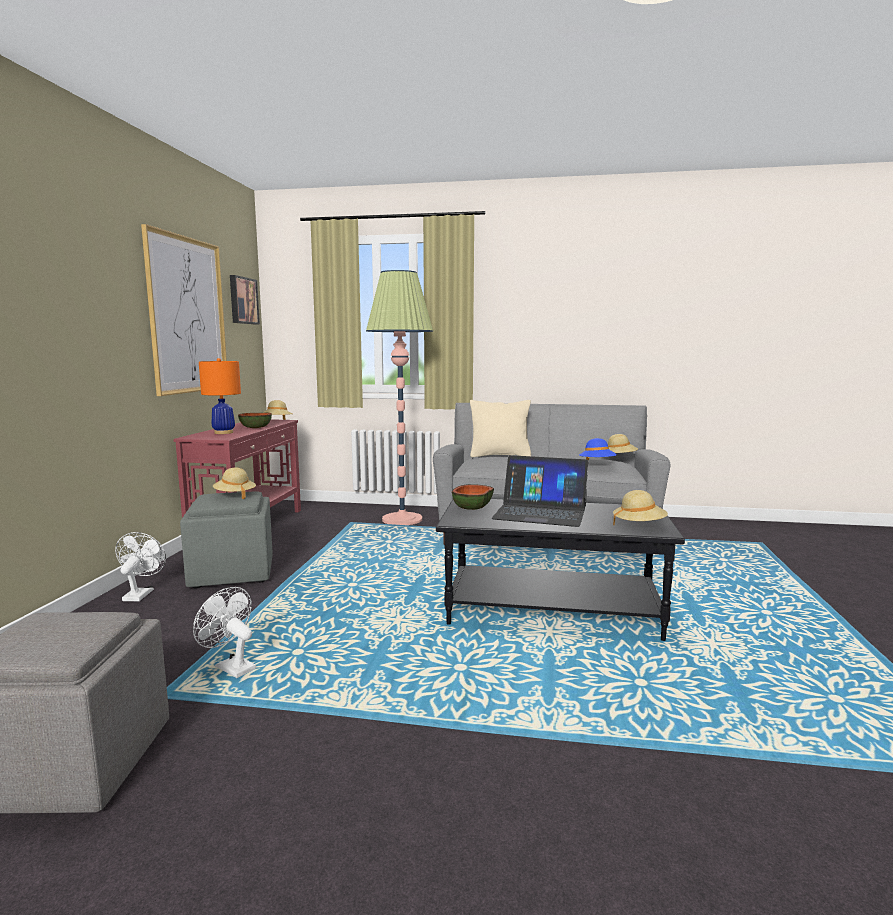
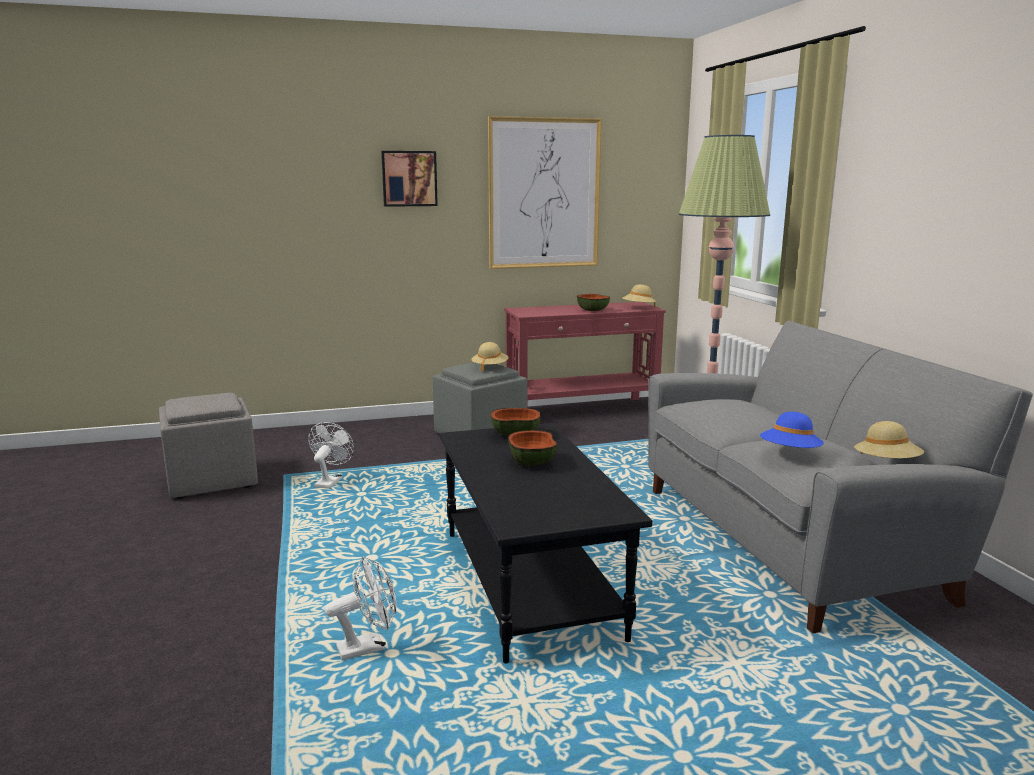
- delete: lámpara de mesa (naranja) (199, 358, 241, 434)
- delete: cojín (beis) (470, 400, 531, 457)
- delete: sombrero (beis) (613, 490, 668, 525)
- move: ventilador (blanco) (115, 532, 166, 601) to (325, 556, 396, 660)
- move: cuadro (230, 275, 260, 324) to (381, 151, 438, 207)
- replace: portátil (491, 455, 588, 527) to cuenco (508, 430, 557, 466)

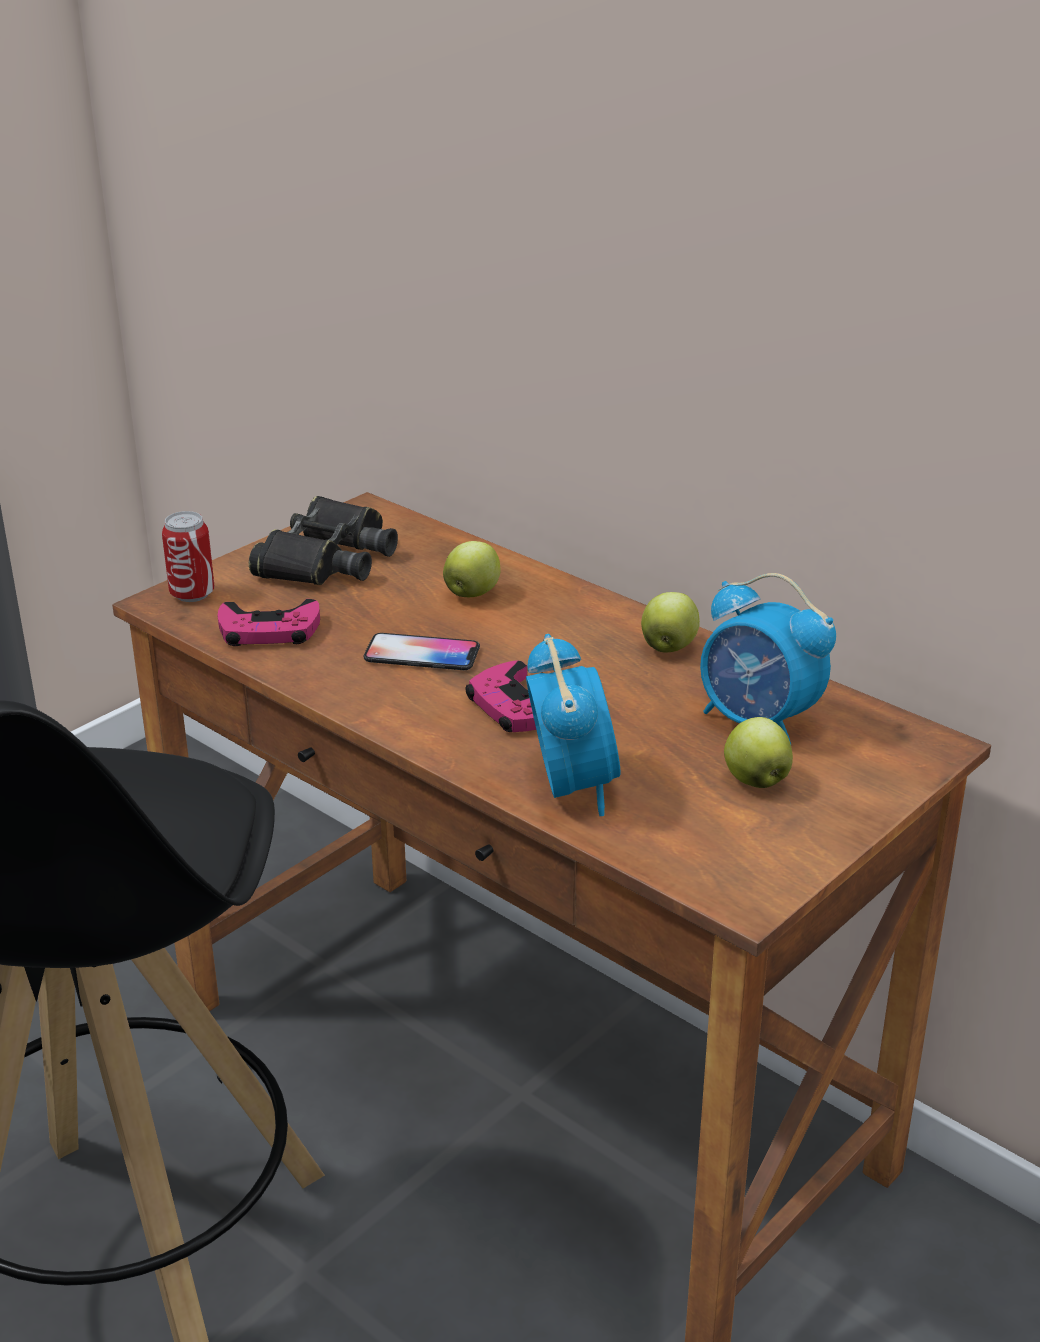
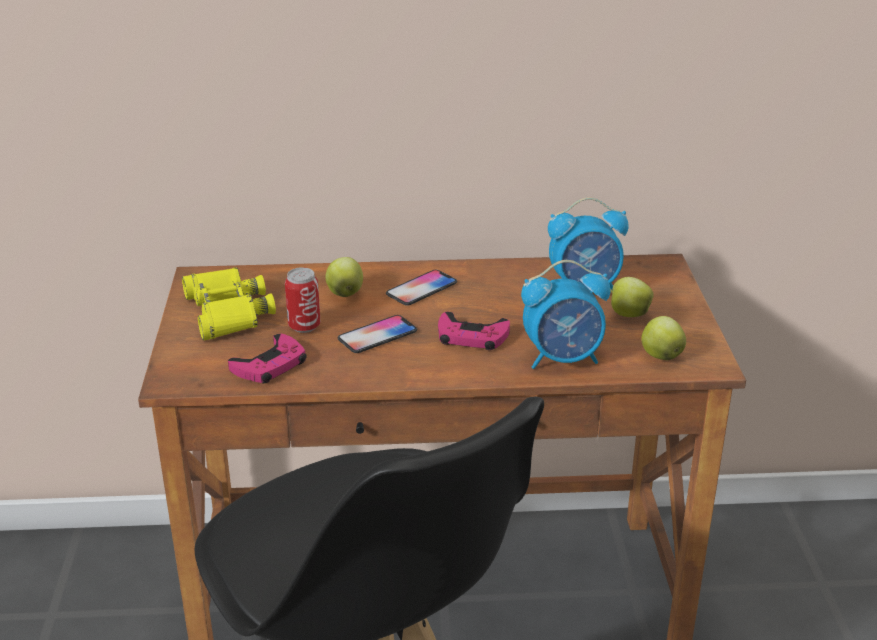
- insert: móvil (386, 270, 457, 306)
- move: lata (162, 511, 215, 602) to (285, 267, 320, 333)
- move: manzana (641, 592, 700, 652) to (641, 316, 686, 360)
- recolor: prismáticos (negro) (249, 496, 398, 585) to prismáticos (amarillo) (182, 267, 276, 341)
- rotate: despertador (526, 634, 621, 816) = (521, 260, 611, 369) 135 degrees clockwise

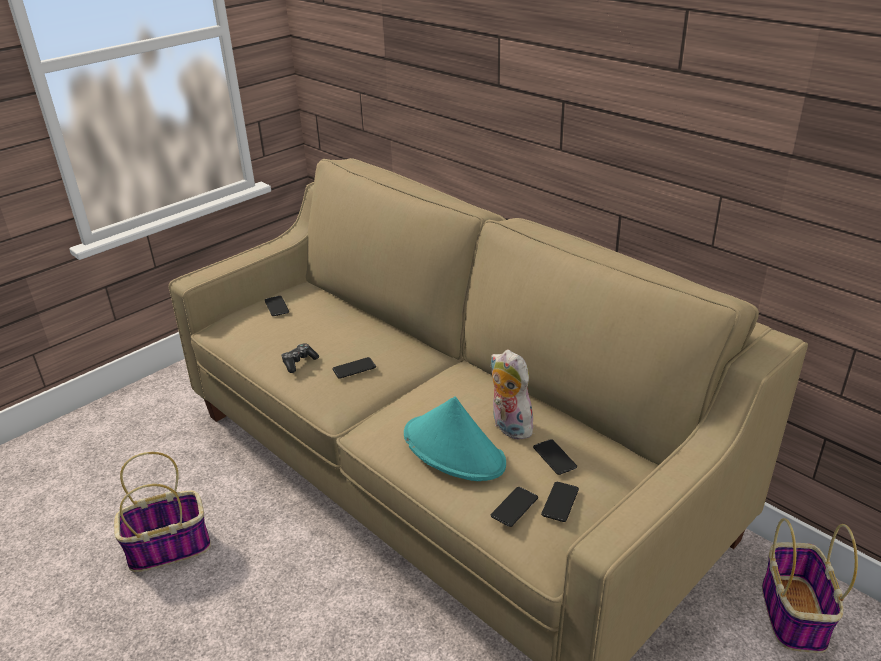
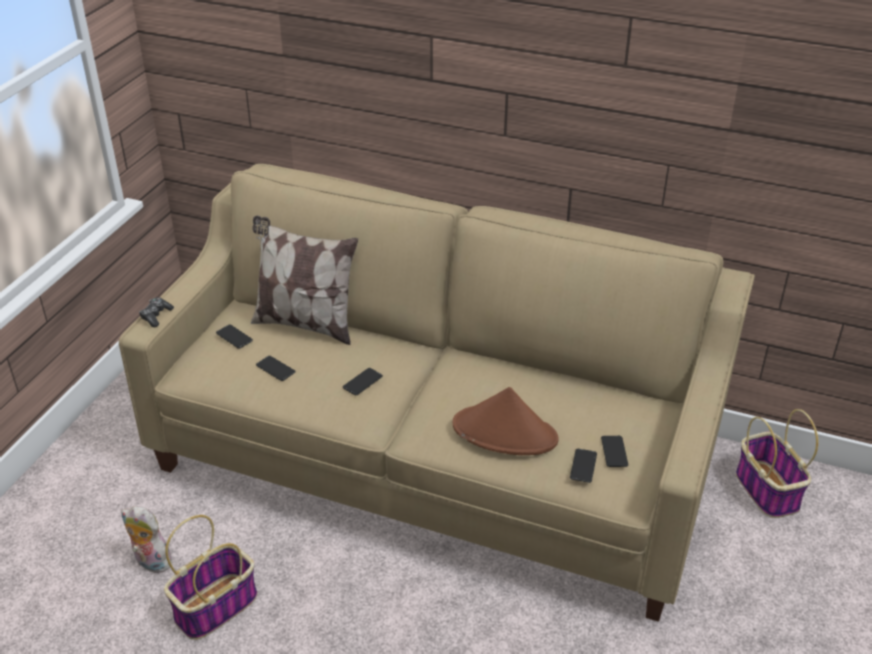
- insert: cojín (251, 215, 358, 345)
- move: mando de consola (281, 343, 319, 373) to (139, 297, 174, 327)
- move: peluche (491, 350, 538, 440) to (121, 506, 172, 573)
- move: móvil (533, 439, 577, 475) to (256, 356, 295, 381)
- recolor: sombrero (turquesa) (404, 396, 506, 481) to sombrero (marrón) (453, 387, 559, 455)

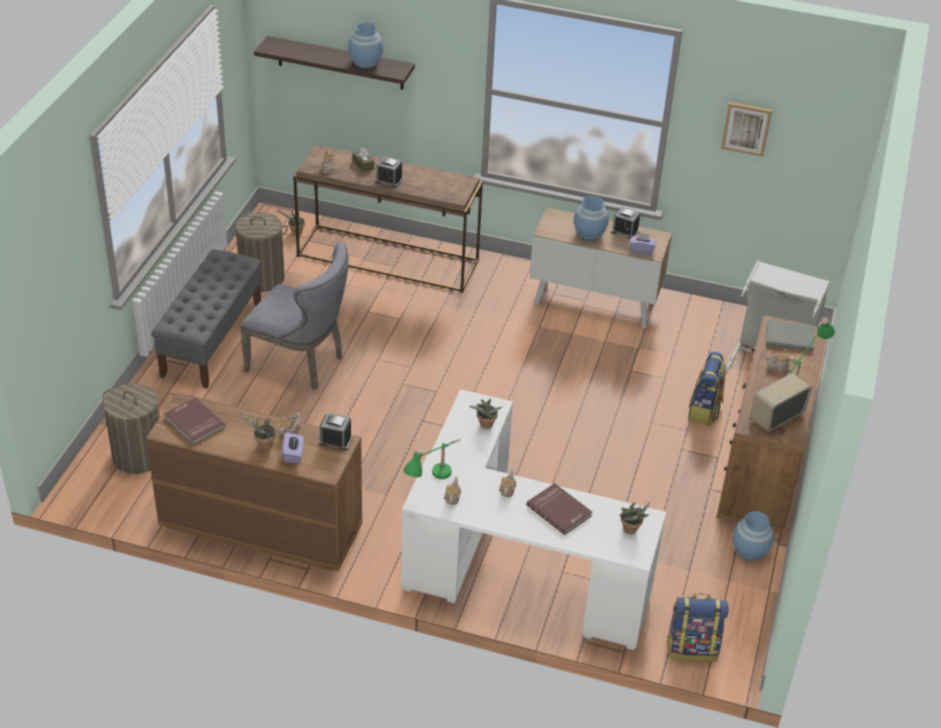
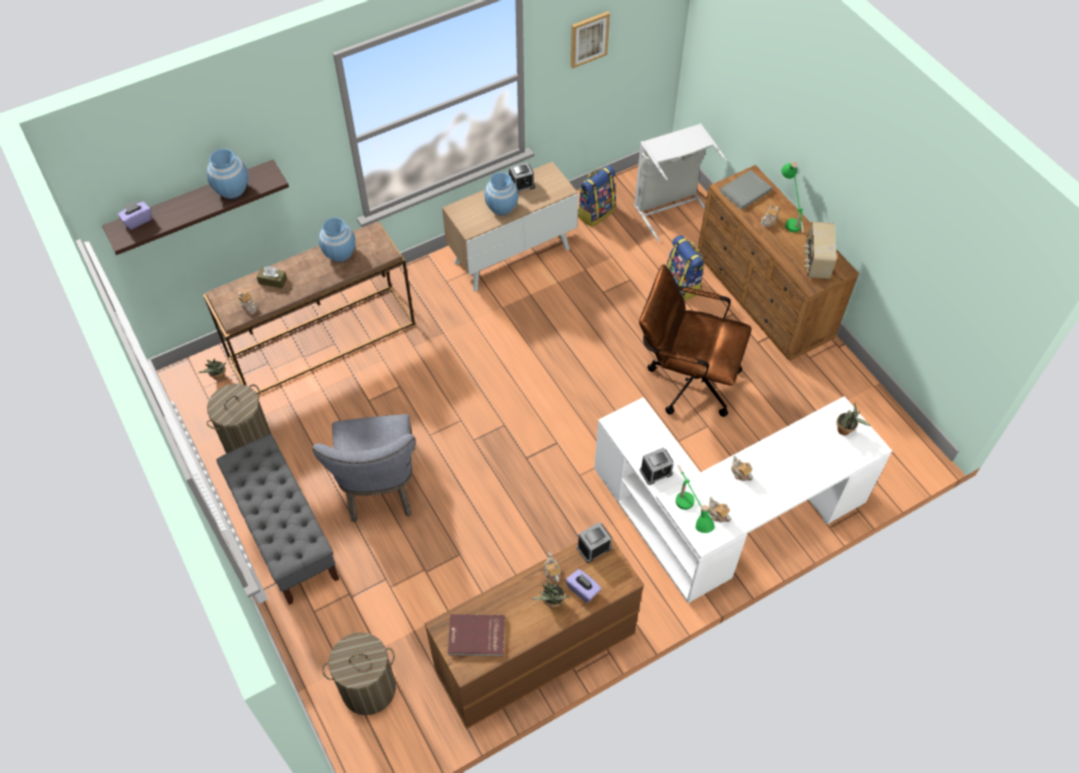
- delete: planta en maceta (469, 399, 502, 429)
- delete: libro (rojo) (526, 483, 592, 535)
- insert: silla de oficina (marrón) (639, 264, 752, 417)
- move: despertador (375, 156, 403, 188) to (640, 447, 674, 485)
- move: caja de pañuelos (morado) (629, 233, 656, 256) to (118, 201, 152, 230)
- move: mochila (667, 593, 729, 662) to (578, 165, 616, 227)
- move: florero (azul) (733, 511, 774, 561) to (319, 217, 355, 262)
- rotate: silla (gris) (240, 241, 349, 390) = (312, 414, 416, 523) 105 degrees clockwise

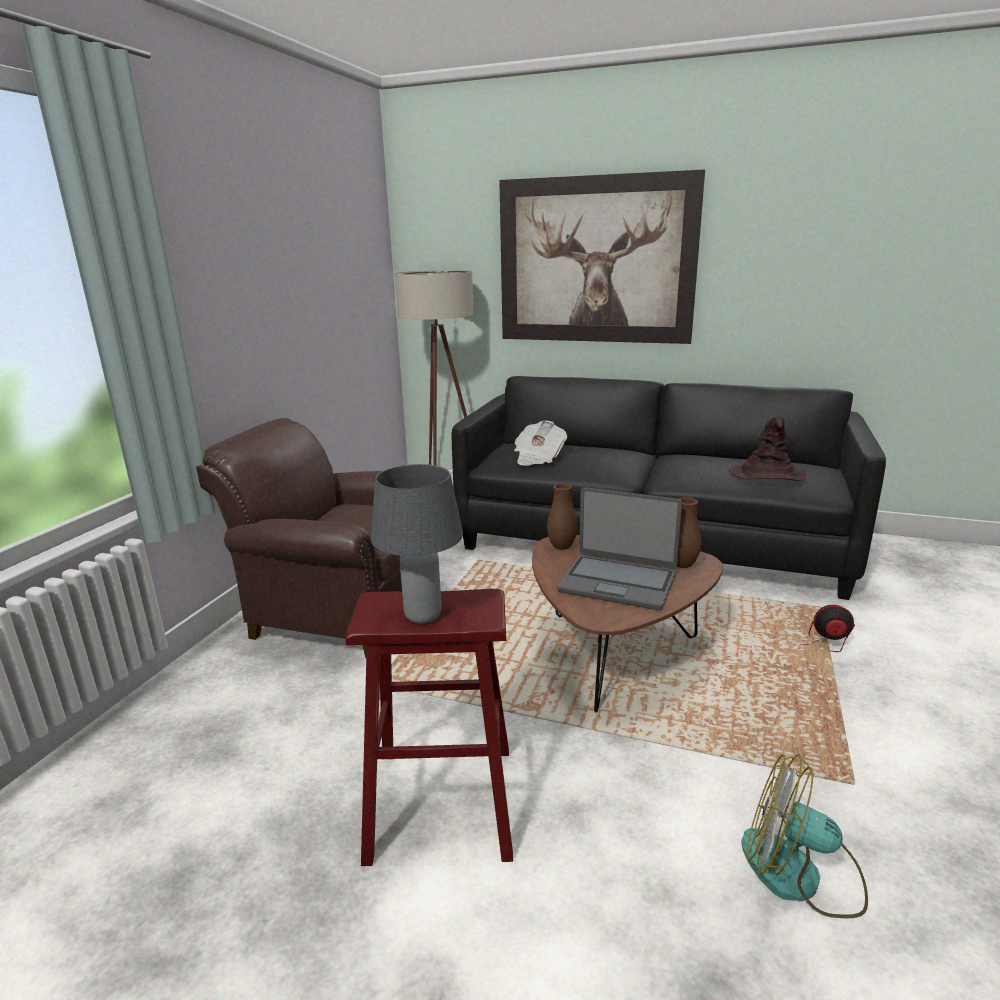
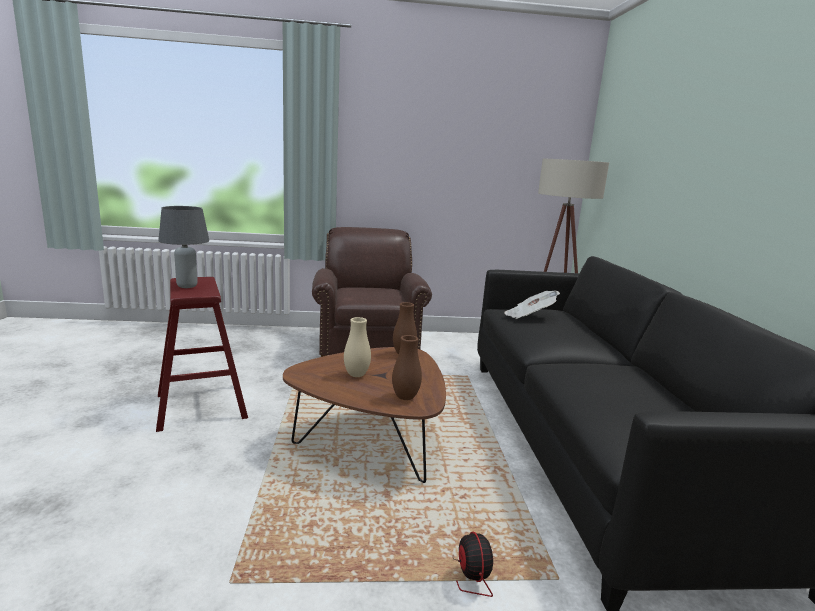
- delete: cuadro (499, 169, 705, 344)
- delete: sombrero (marrón) (729, 416, 807, 481)
- delete: ventilador (742, 754, 868, 918)
- replace: portátil (557, 487, 682, 610) to florero (beis) (344, 317, 371, 377)

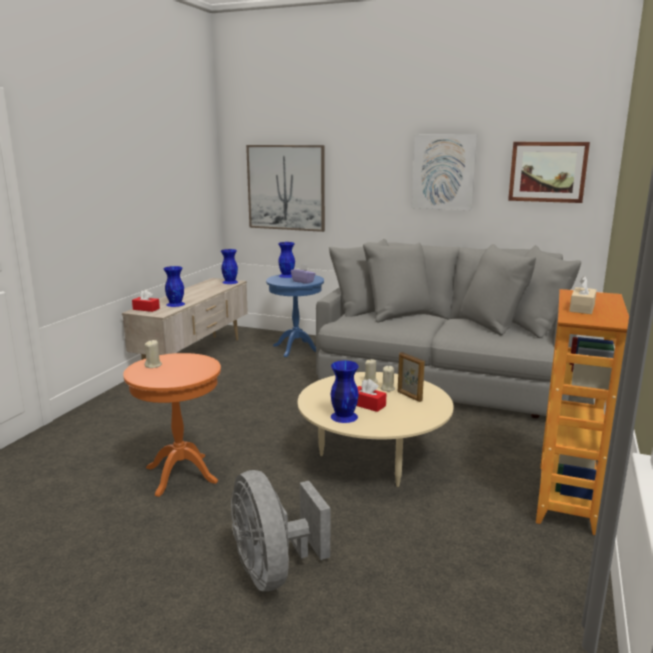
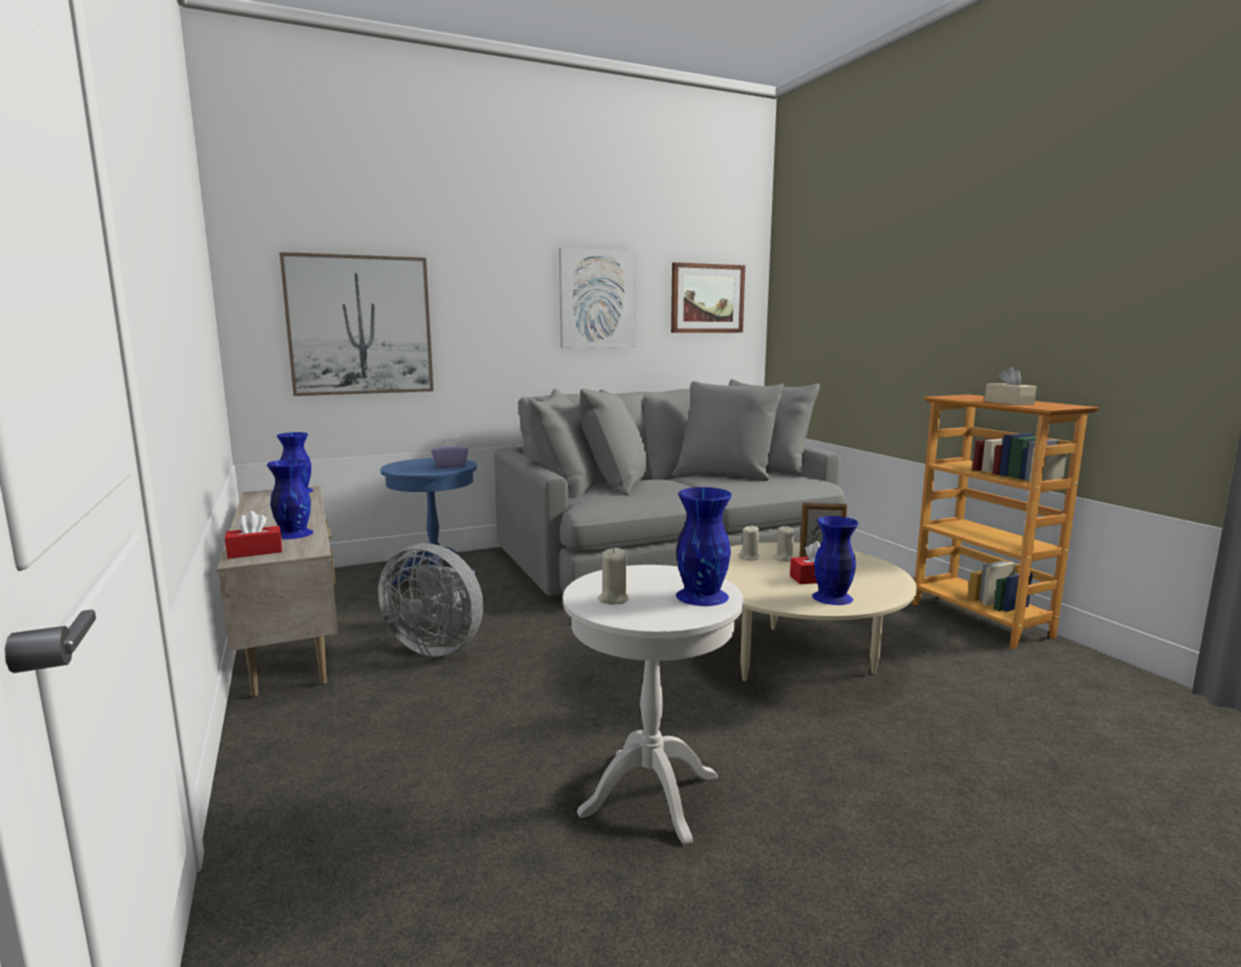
- move: ventilador (gris) (231, 470, 330, 591) to (378, 543, 483, 657)
- move: florero (azul) (278, 242, 295, 278) to (676, 487, 732, 606)
- recolor: mesa auxiliar (naranja) (123, 353, 221, 497) to mesa auxiliar (blanco) (563, 565, 743, 845)

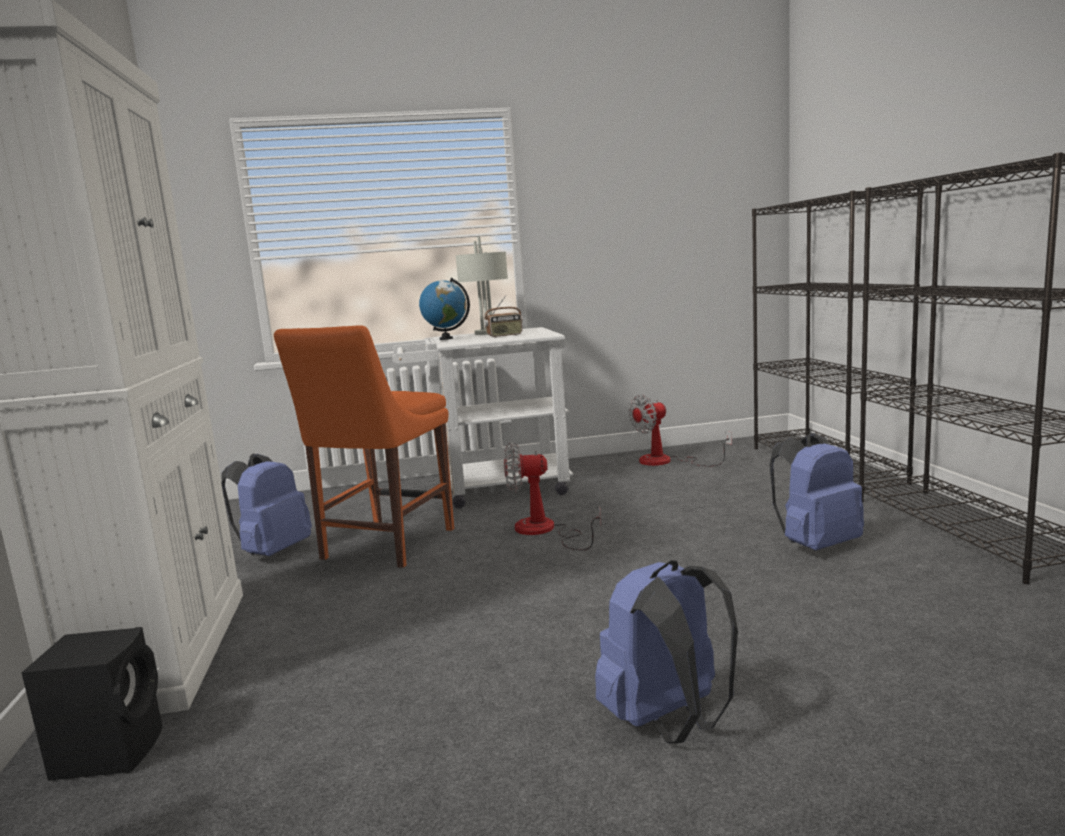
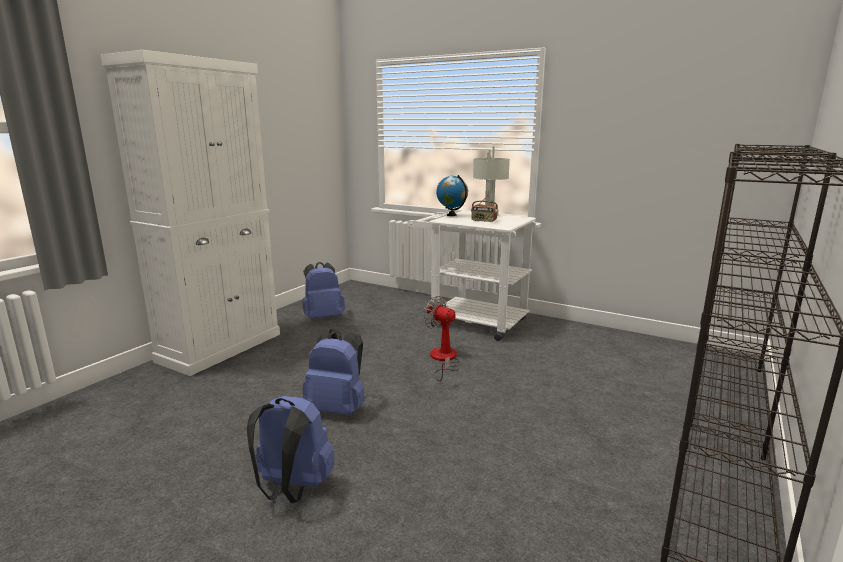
- delete: altavoz (negro) (22, 627, 163, 781)
- delete: silla (naranja) (274, 325, 454, 568)
- delete: ventilador (629, 394, 732, 466)
- move: mochila (azul) (769, 432, 864, 551) to (303, 329, 365, 415)

